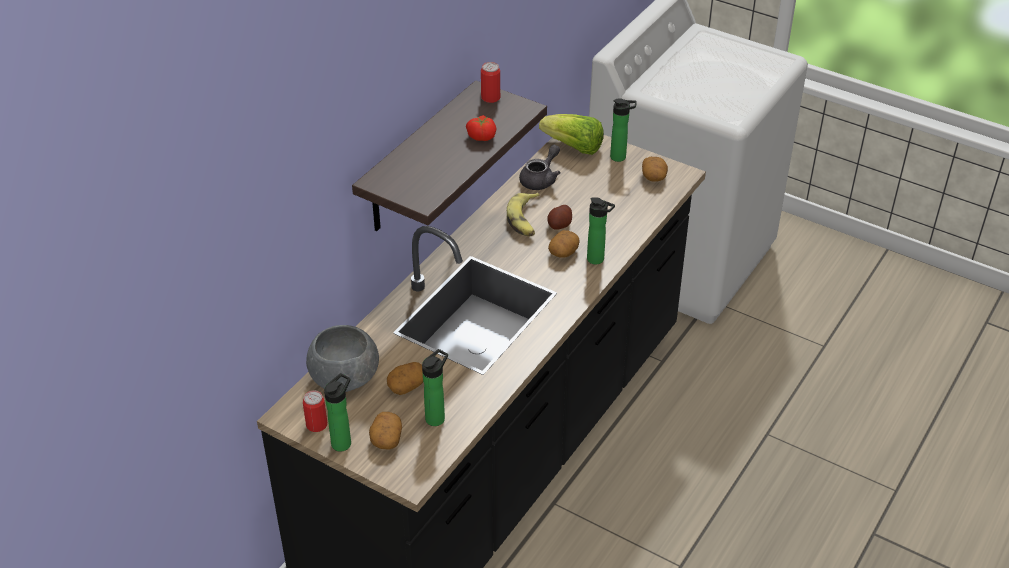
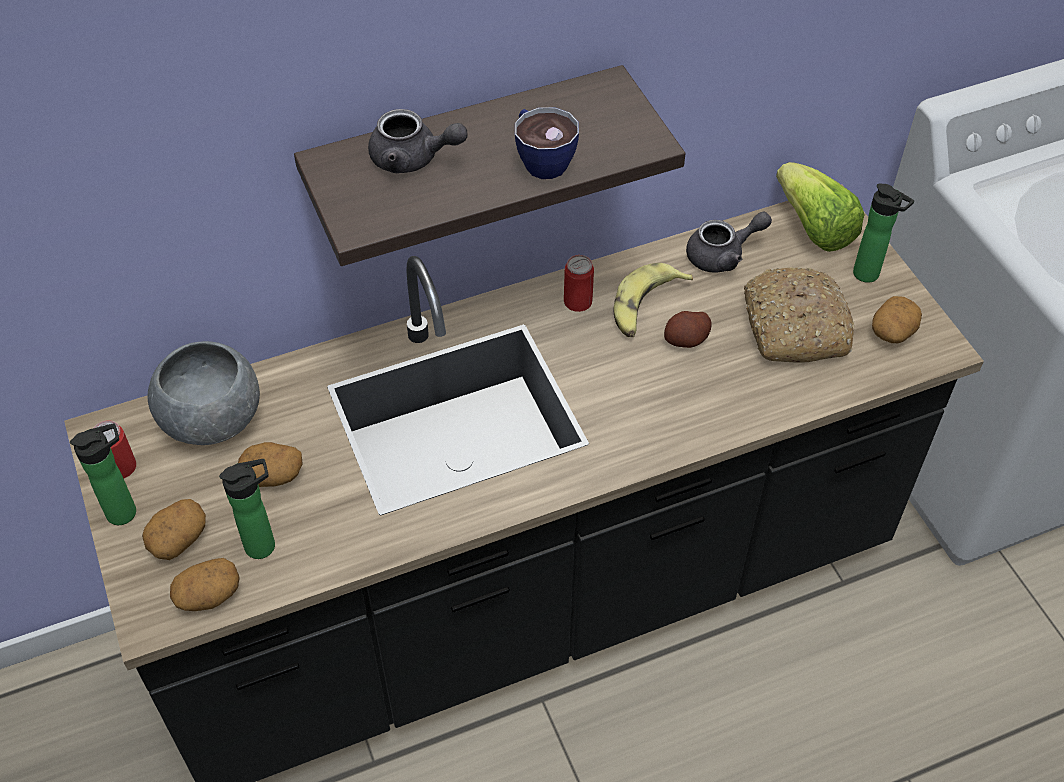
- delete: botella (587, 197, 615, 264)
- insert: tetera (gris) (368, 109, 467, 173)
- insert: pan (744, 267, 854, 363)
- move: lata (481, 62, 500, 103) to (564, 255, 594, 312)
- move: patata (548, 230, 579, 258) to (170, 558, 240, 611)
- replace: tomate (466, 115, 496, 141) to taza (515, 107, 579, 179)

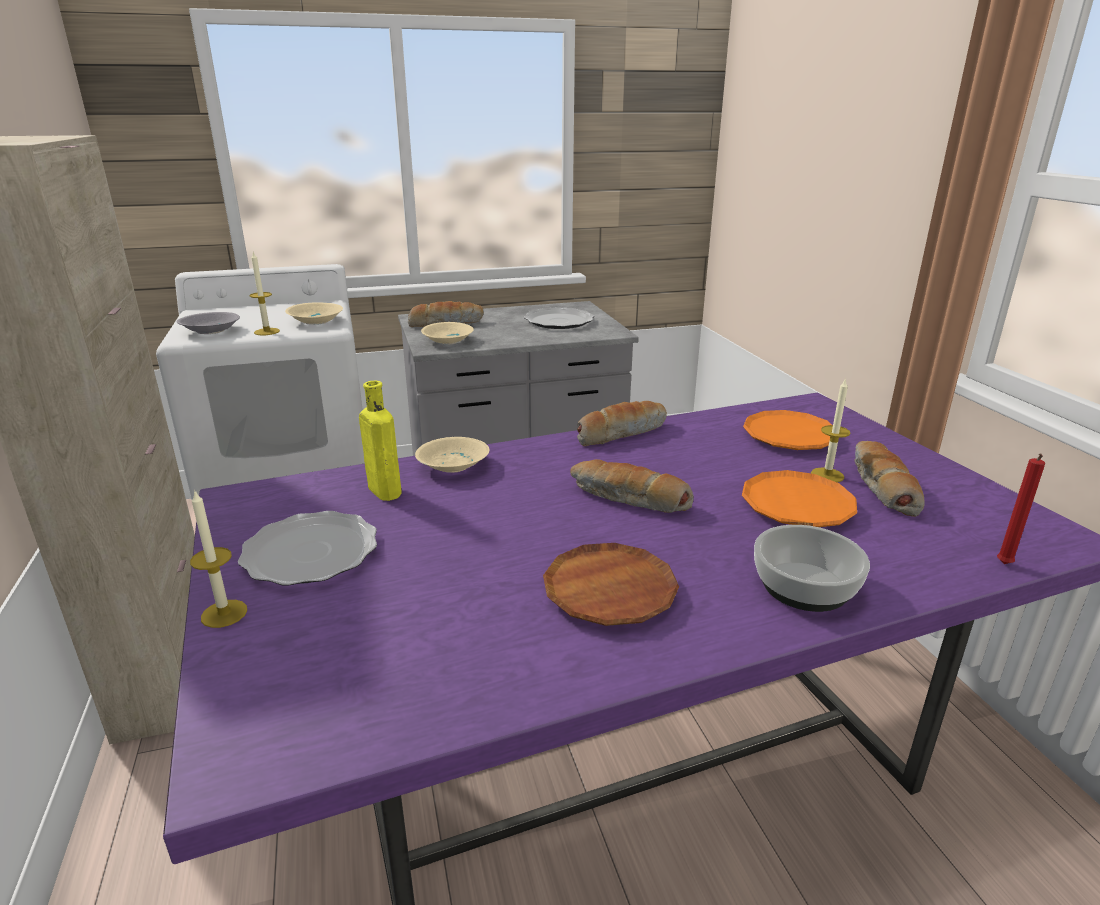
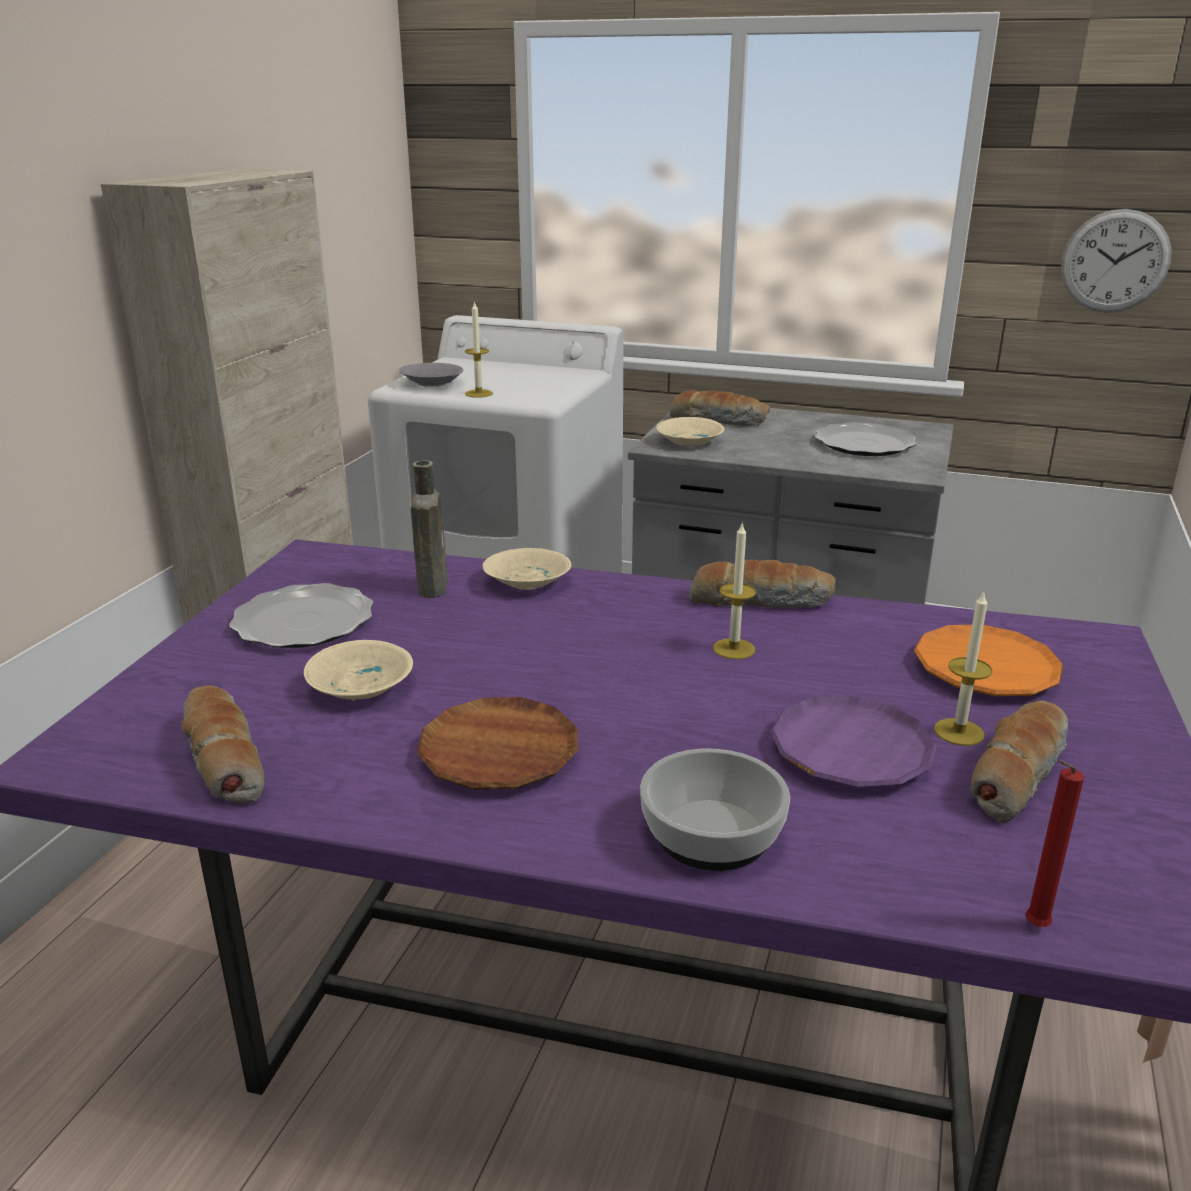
- insert: reloj de pared (1061, 209, 1172, 312)
- move: vela (190, 489, 247, 628) to (713, 524, 756, 659)
- move: cuenco (beis) (285, 302, 343, 325) to (304, 640, 413, 701)
- move: pan (570, 459, 694, 513) to (181, 685, 264, 803)
- recolor: botella (amarillo) (359, 381, 402, 501) to botella (marrón) (411, 460, 448, 598)
- recolor: plato (naranja) (742, 470, 857, 527) to plato (morado) (771, 695, 937, 788)

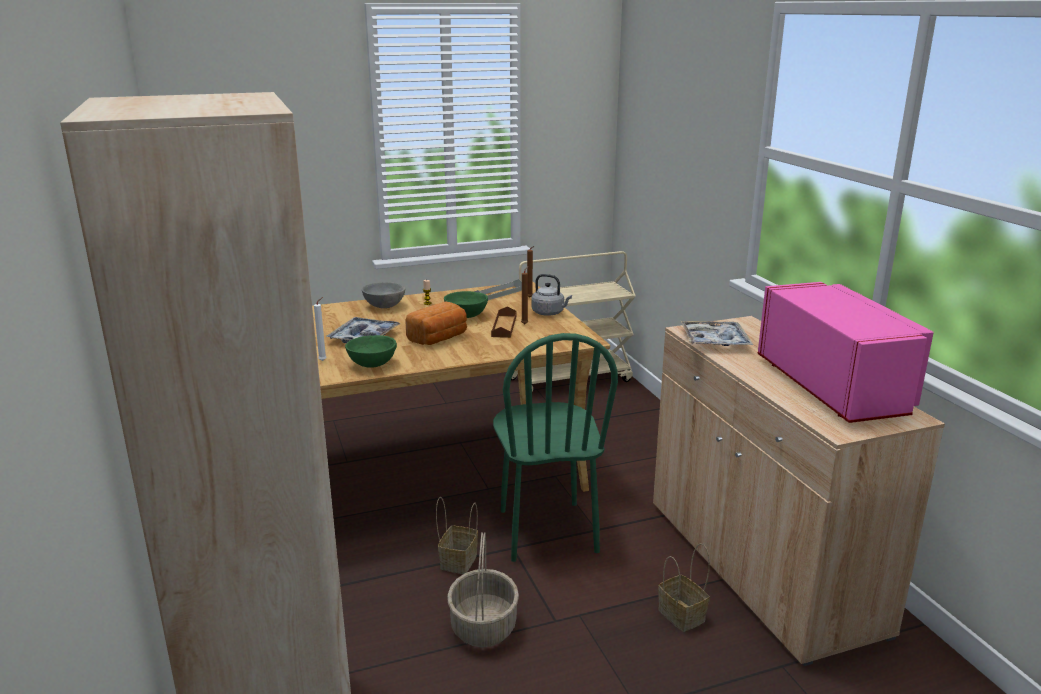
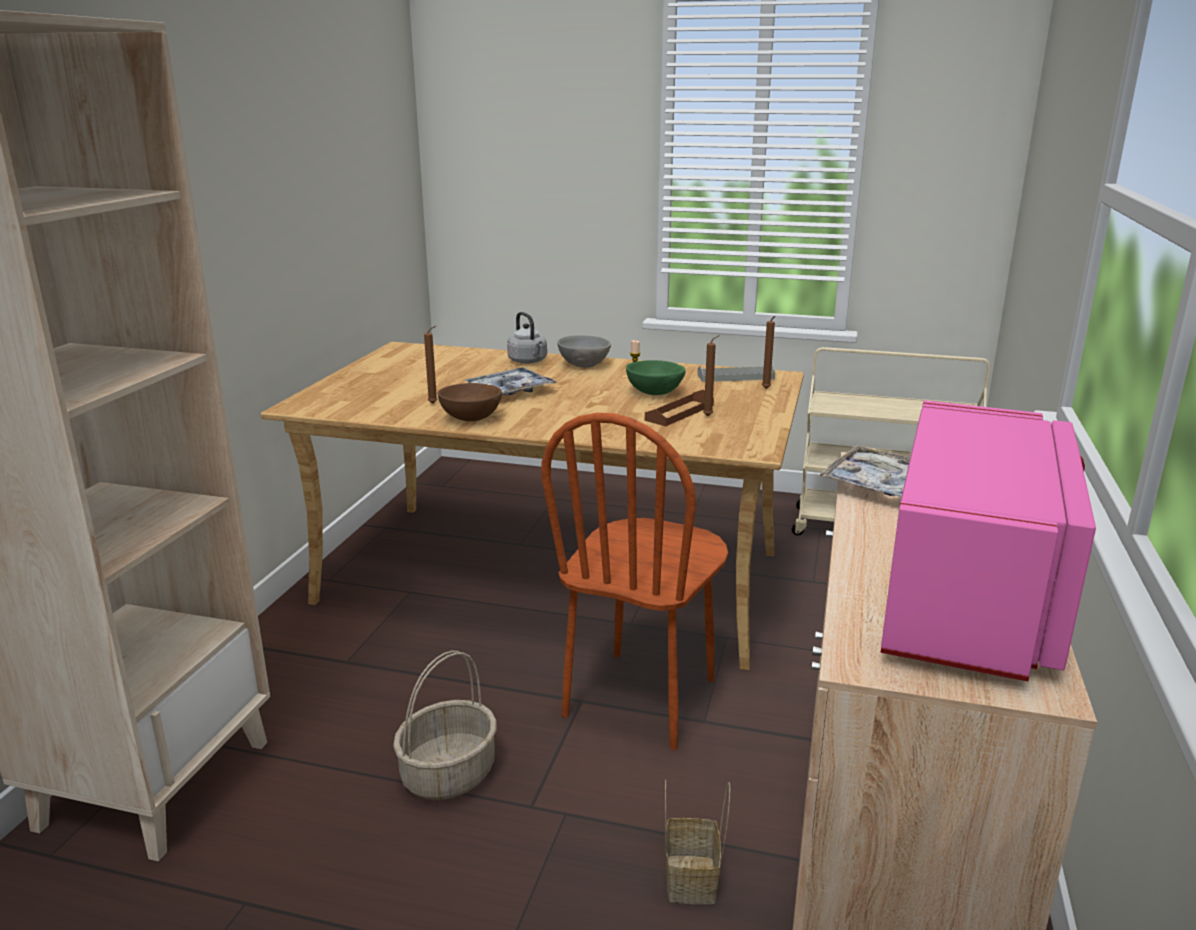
- delete: pan (406, 301, 467, 345)
- delete: cesta (436, 497, 478, 574)
- move: hervidor (gris) (531, 274, 572, 316) to (507, 312, 547, 364)
- recolor: vela (blanco) (314, 297, 327, 361) to vela (marrón) (424, 326, 438, 404)
- recolor: cuenco (verde) (345, 335, 397, 368) to cuenco (marrón) (437, 383, 502, 421)
- recolor: silla (verde) (493, 333, 618, 562) to silla (marrón) (541, 413, 728, 750)

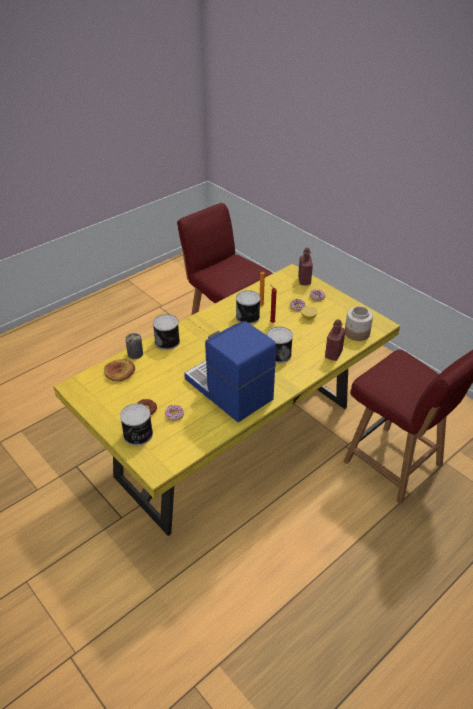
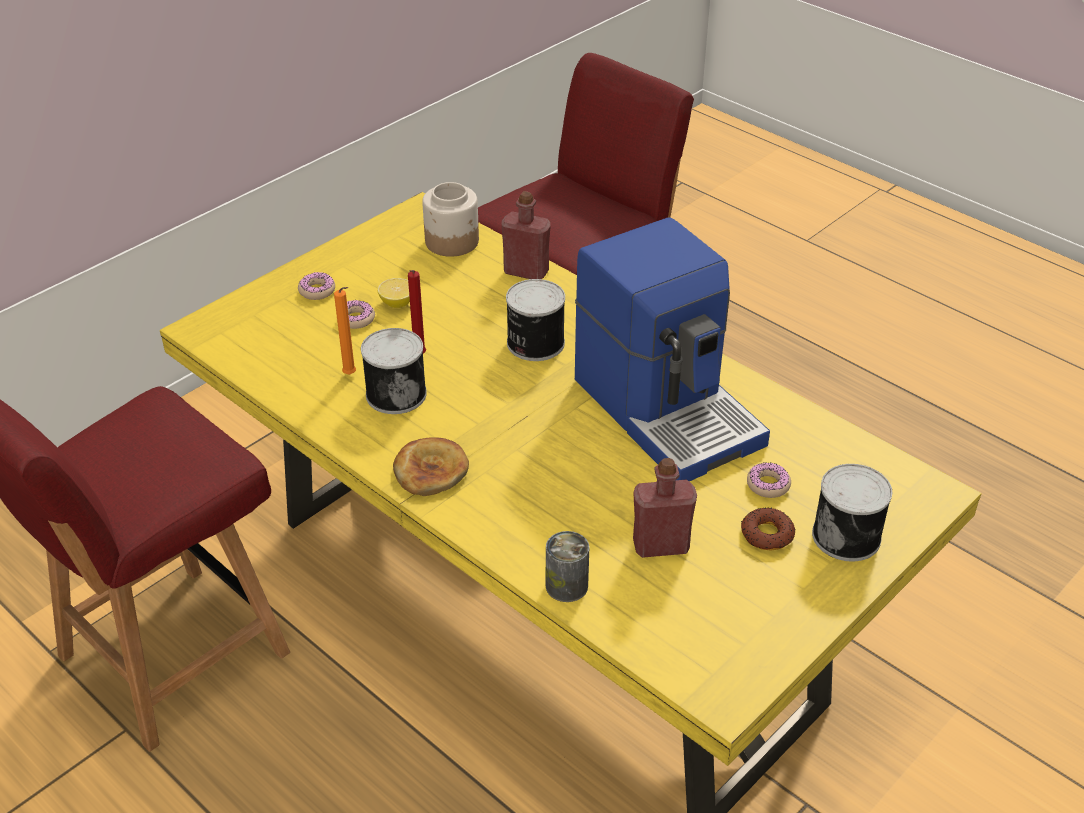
- delete: lata (153, 314, 180, 350)
- move: pan (104, 359, 135, 381) to (393, 437, 469, 496)
- move: botella (rojo) (298, 248, 313, 285) to (633, 458, 697, 558)
- rotate: cafetera (184, 321, 276, 422) = (575, 217, 770, 481) 75 degrees counterclockwise

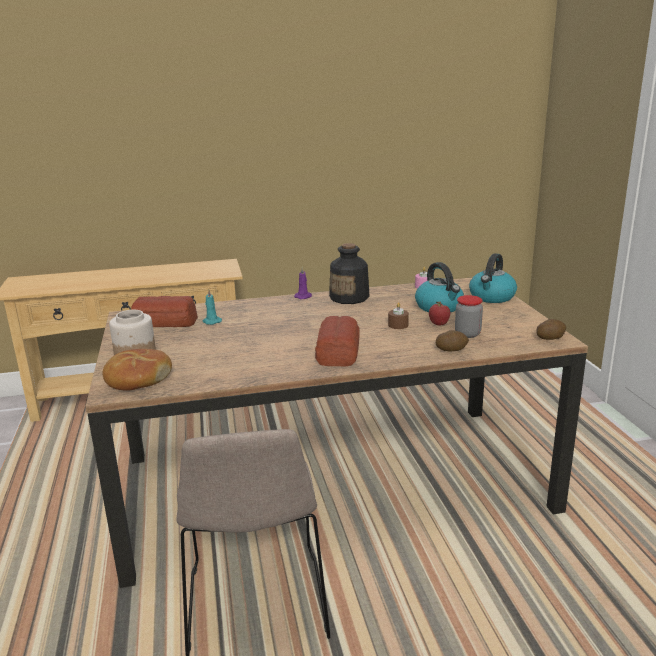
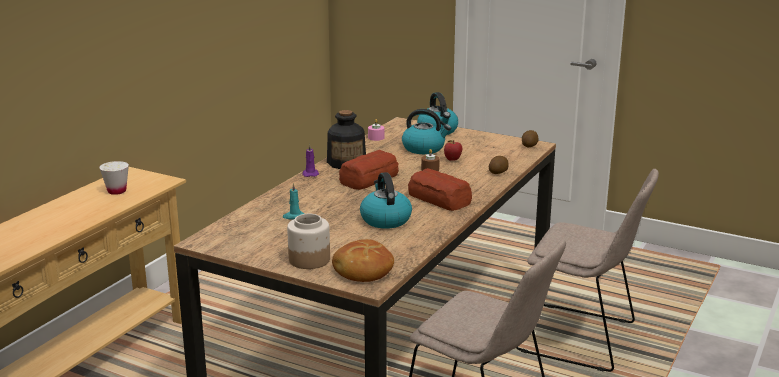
- delete: tarro (455, 295, 483, 338)
- insert: taza (blanco) (99, 161, 129, 195)
- insert: hervidor (360, 172, 412, 229)
- insert: silla (beis) (517, 169, 659, 372)
- move: pan (131, 296, 198, 327) to (339, 150, 399, 190)

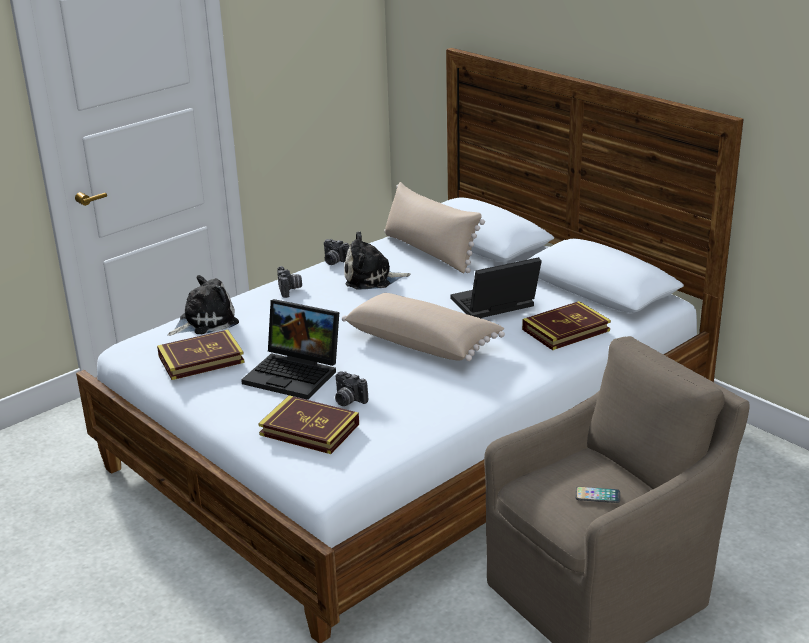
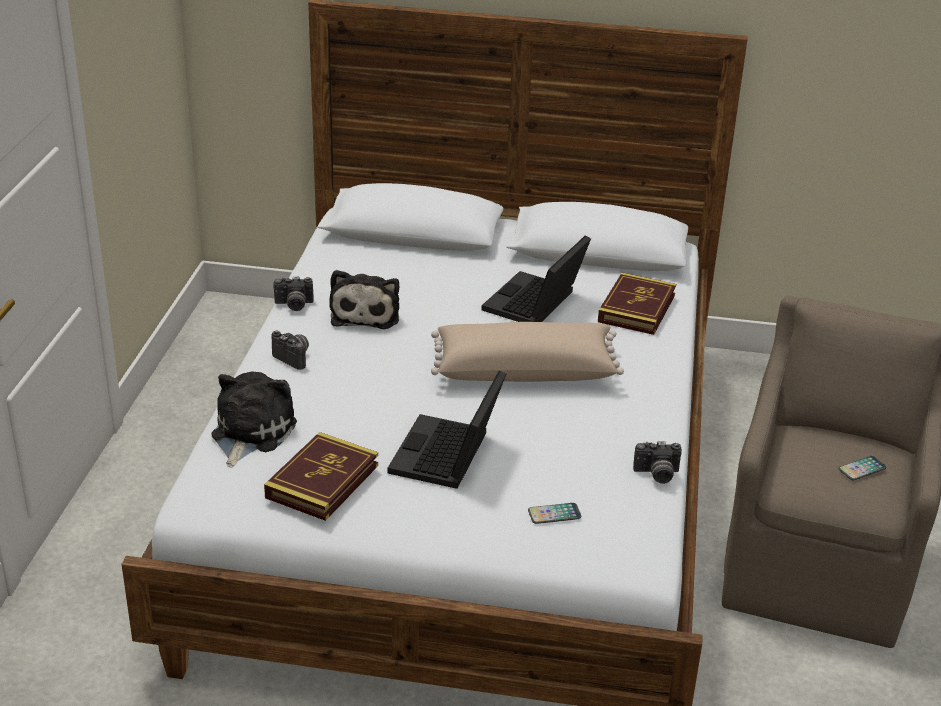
- delete: cojín (beis) (384, 182, 485, 274)
- move: cámara (335, 371, 368, 406) to (633, 441, 682, 484)
- replace: libro (258, 395, 359, 454) to móvil (528, 503, 581, 524)
- rotate: portátil (241, 299, 339, 400) = (387, 371, 506, 489) 120 degrees clockwise
- rotate: peluche (344, 231, 411, 290) = (329, 270, 399, 329) 45 degrees counterclockwise

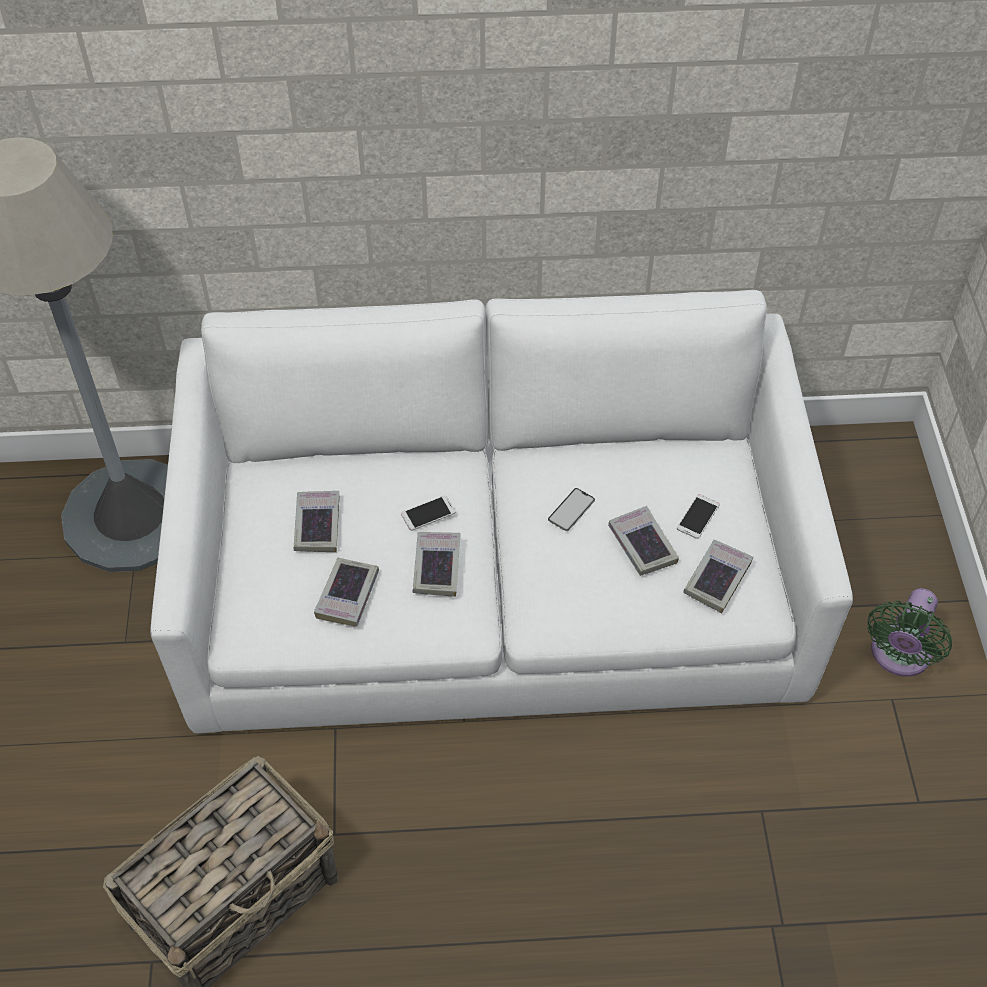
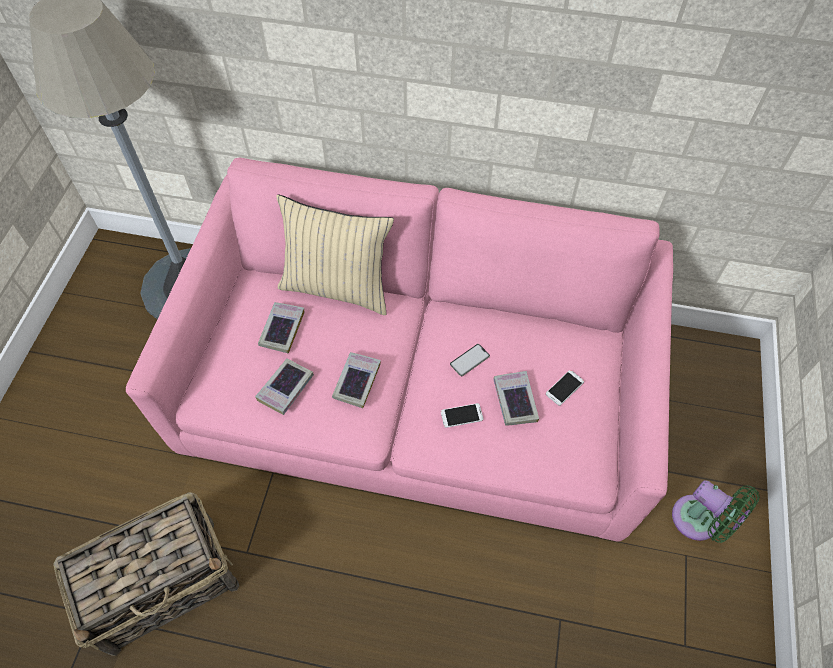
- delete: libro (683, 540, 753, 613)
- insert: cojín (beis) (277, 195, 394, 315)
- move: móvil (401, 495, 455, 531) to (441, 403, 483, 428)
- recolor: sofá (blanco) (150, 290, 853, 733) to sofá (rosa) (126, 158, 673, 542)
- rotate: ventilador (verde) (867, 588, 952, 677) = (672, 480, 760, 543) 90 degrees counterclockwise

